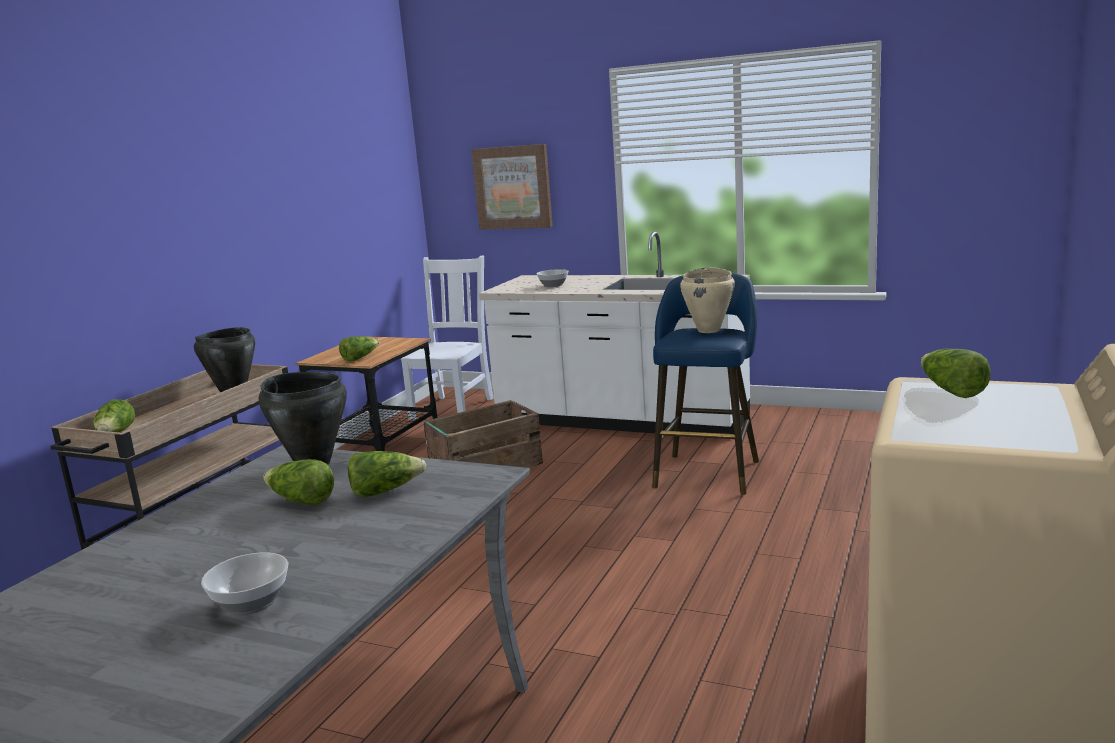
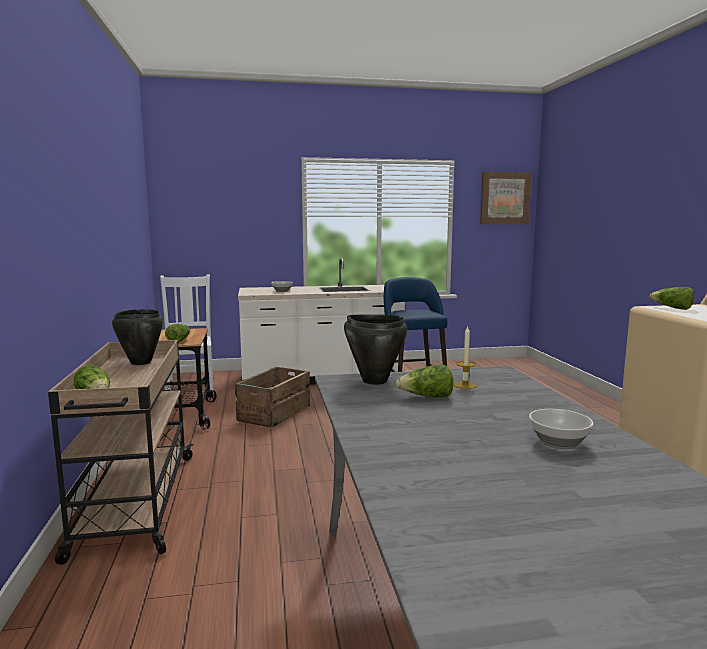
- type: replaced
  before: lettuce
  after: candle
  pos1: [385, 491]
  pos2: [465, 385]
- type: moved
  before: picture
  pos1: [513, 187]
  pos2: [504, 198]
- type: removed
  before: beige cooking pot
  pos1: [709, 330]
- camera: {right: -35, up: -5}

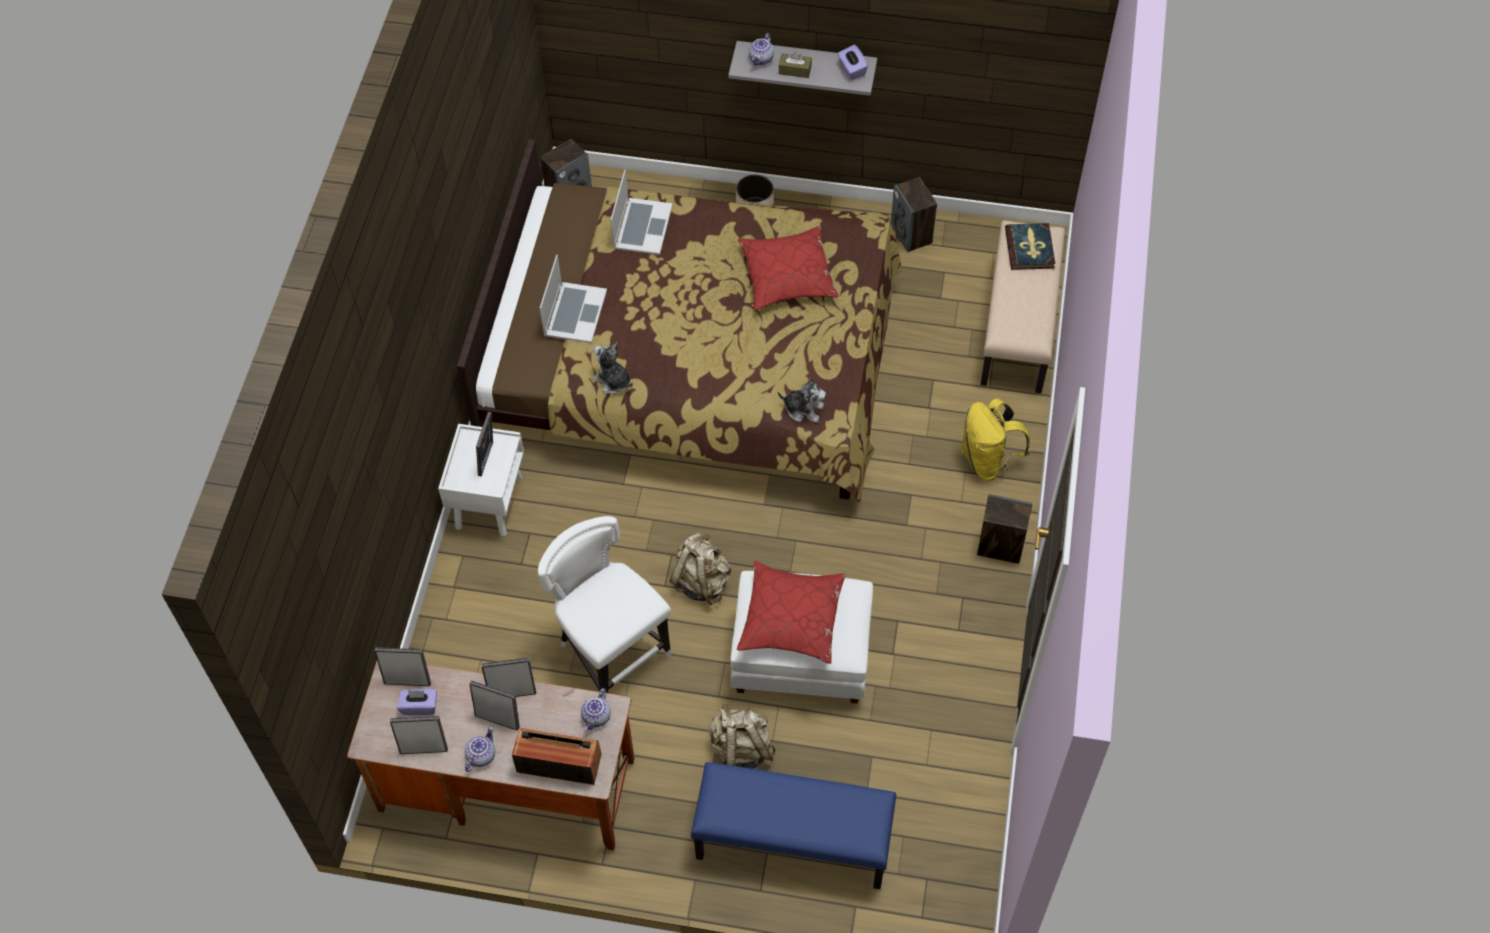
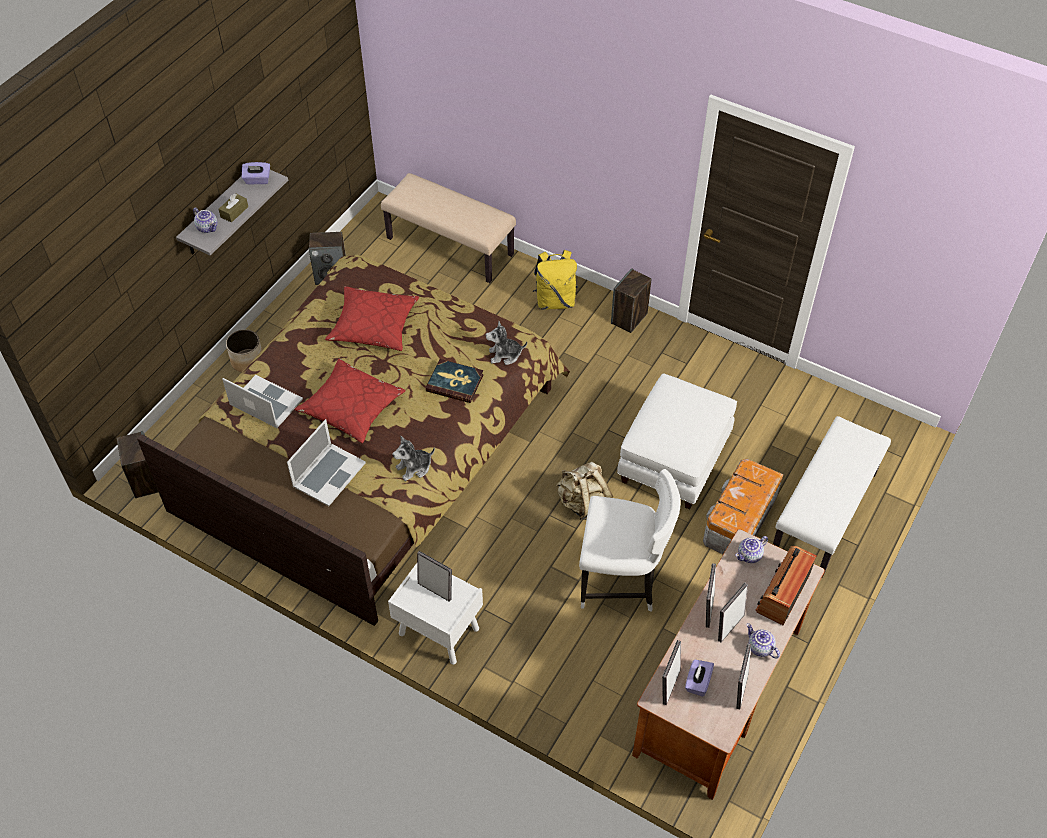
- type: turned
  before: white chair
  pos1: [611, 651]
  pos2: [621, 582]
  turn: -150
- type: turned
  before: laptop
  pos1: [574, 312]
  pos2: [328, 474]
  turn: 90
- type: turned
  before: teapot
  pos1: [597, 717]
  pos2: [749, 556]
  turn: 105
- type: recoloured
  before: blue bench
  after: white bench
  pos1: [792, 842]
  pos2: [824, 514]
- type: replaced
  before: beige backpack
  after: storage box
  pos1: [740, 749]
  pos2: [738, 522]
- type: moved
  before: red pillow
  pos1: [791, 618]
  pos2: [351, 407]
- type: turned
  before: plush toy
  pos1: [803, 409]
  pos2: [505, 355]
  turn: -135
- type: moved
  before: book
  pos1: [1030, 248]
  pos2: [455, 382]
- camera: {right: -70, up: -5}

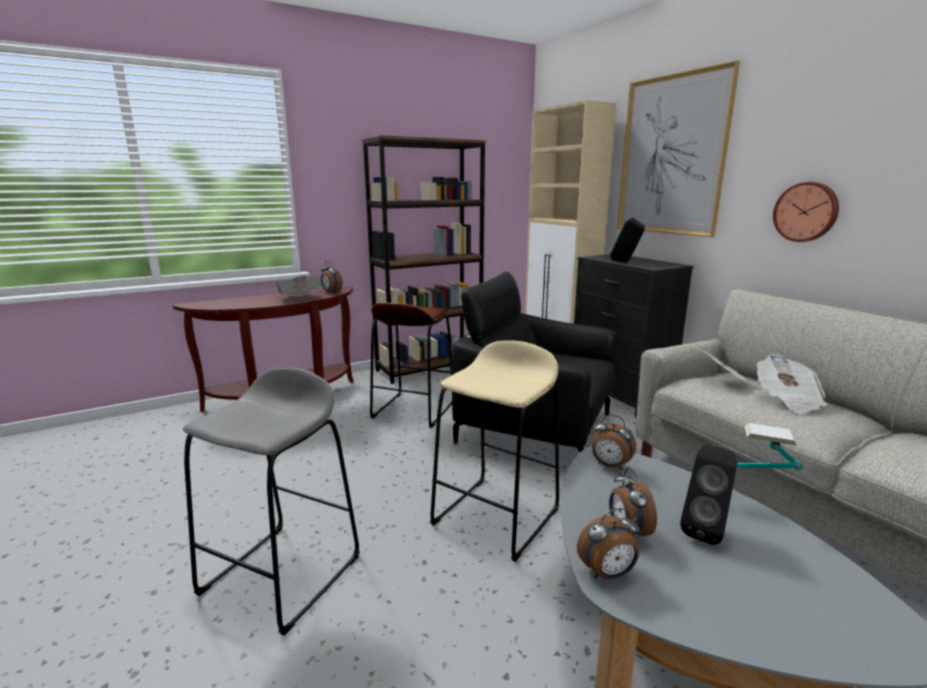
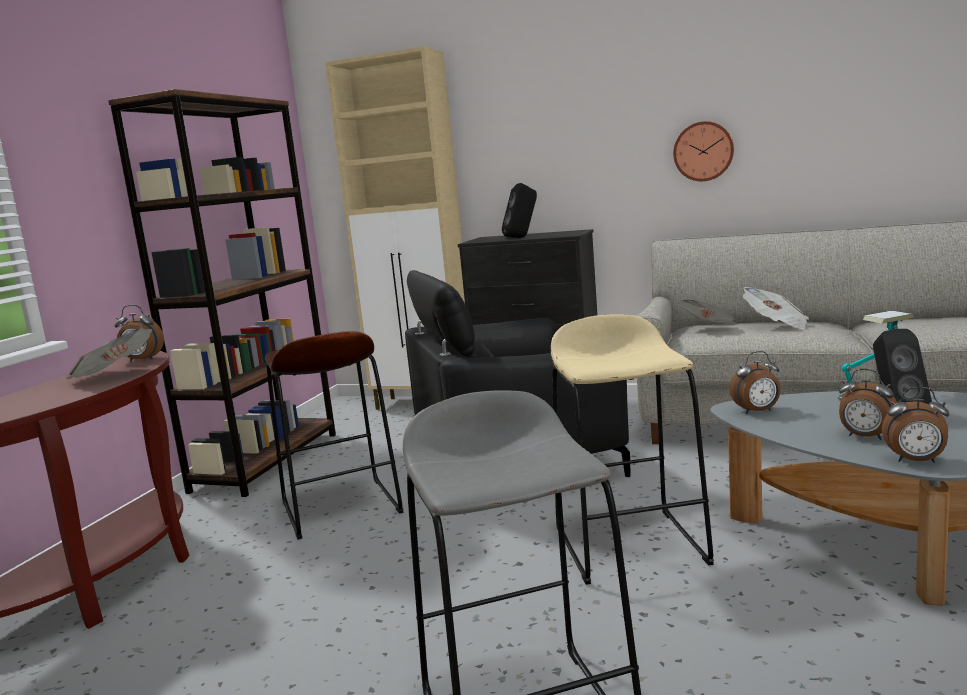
- type: turned
  before: alarm clock
  pos1: [607, 574]
  pos2: [915, 461]
  turn: 75
- type: removed
  before: picture
  pos1: [671, 156]
- camera: {right: -40, up: -5}

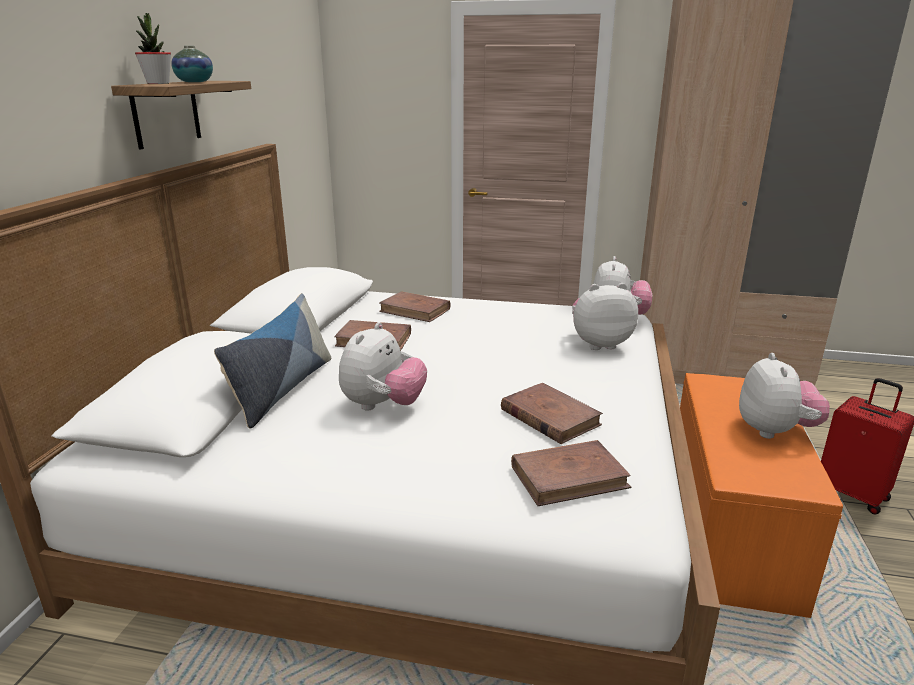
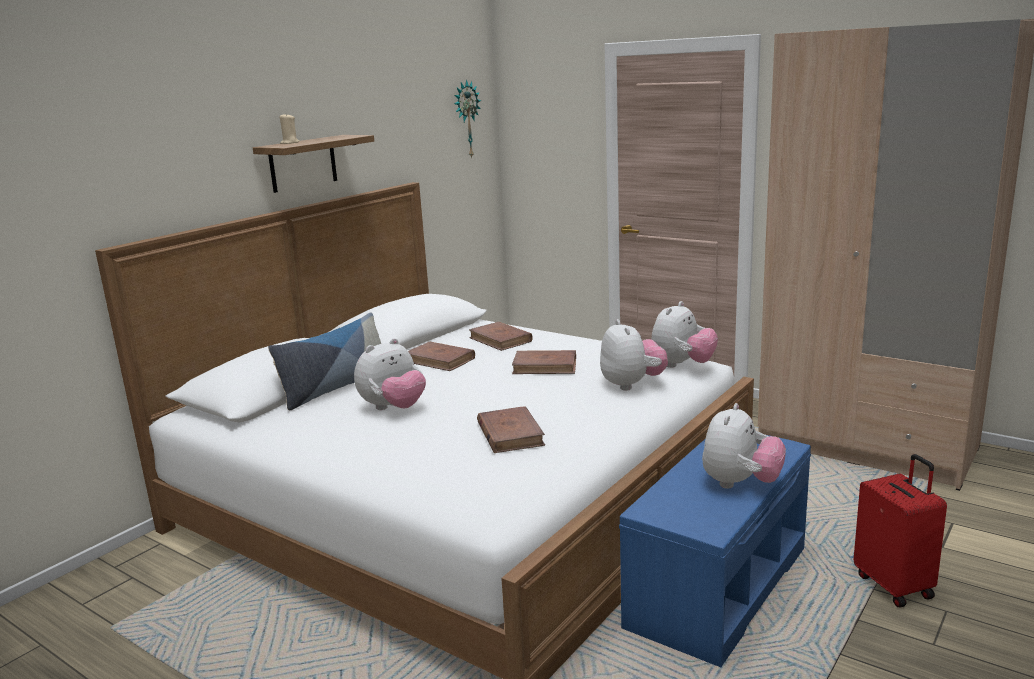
- type: replaced
  before: potted plant
  after: beige candle
  pos1: [158, 83]
  pos2: [289, 143]
- type: removed
  before: vase
  pos1: [194, 82]
- type: moved
  before: brown book
  pos1: [569, 477]
  pos2: [545, 366]
- type: turned
  before: plush toy
  pos1: [599, 344]
  pos2: [632, 384]
  turn: 60
- type: recoloured
  before: orange bench
  after: blue bench
  pos1: [727, 528]
  pos2: [717, 585]
- type: added
  after: wall clock
  pos2: [466, 119]
- camera: {right: 25, up: -5}

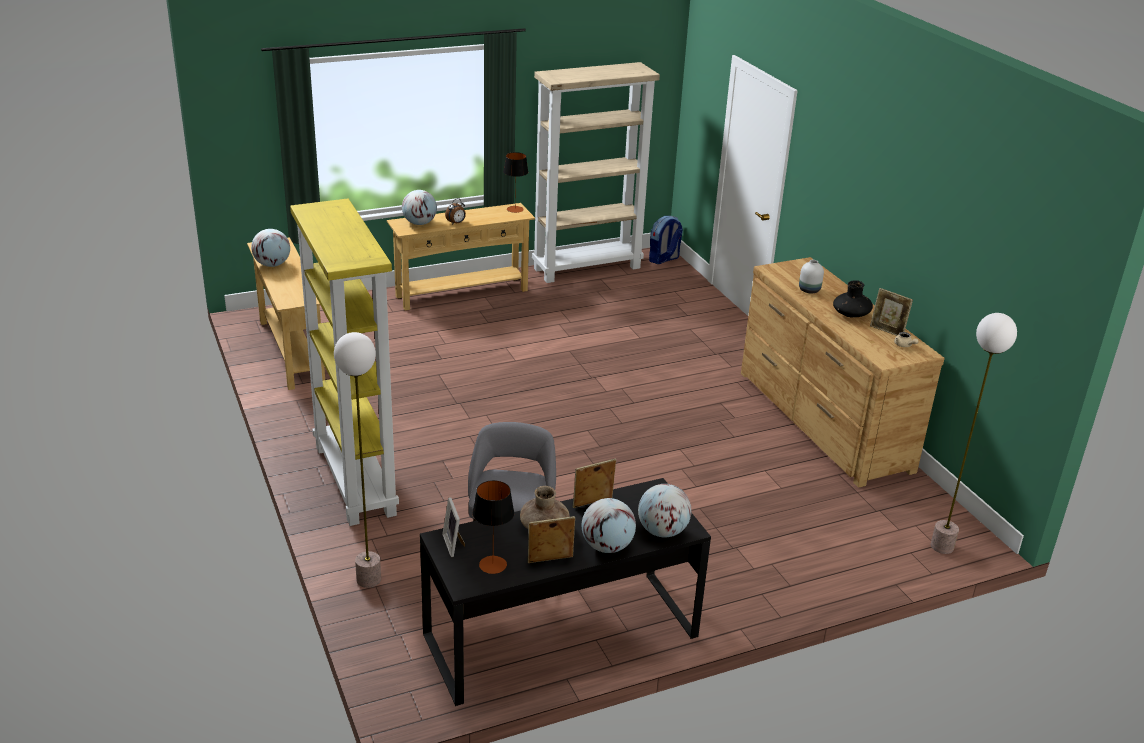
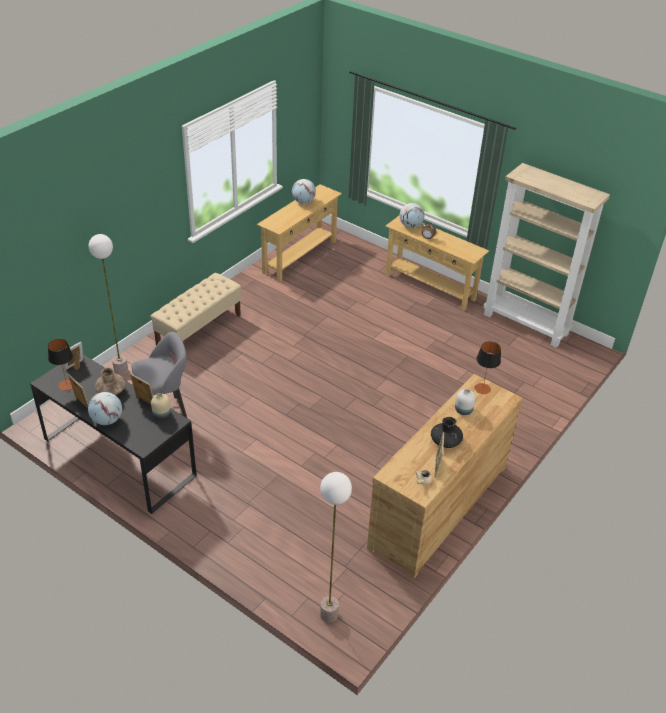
- type: replaced
  before: yellow bookcase
  after: beige bench
  pos1: [353, 480]
  pos2: [199, 330]
- type: moved
  before: table lamp
  pos1: [515, 209]
  pos2: [482, 388]
- type: removed
  before: globe
  pos1: [662, 531]
- type: removed
  before: backpack
  pos1: [663, 259]
- type: added
  after: beige vase
  pos2: [162, 414]
- camera: {right: 60, up: 10}

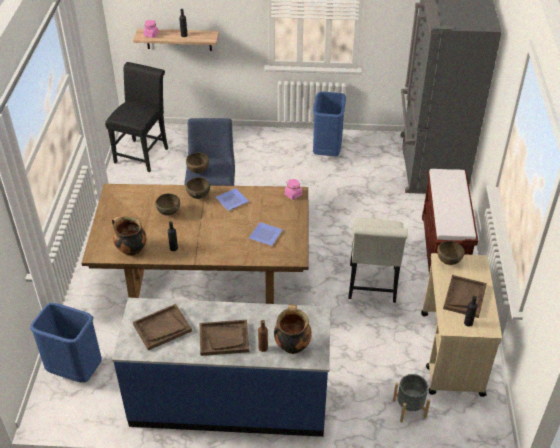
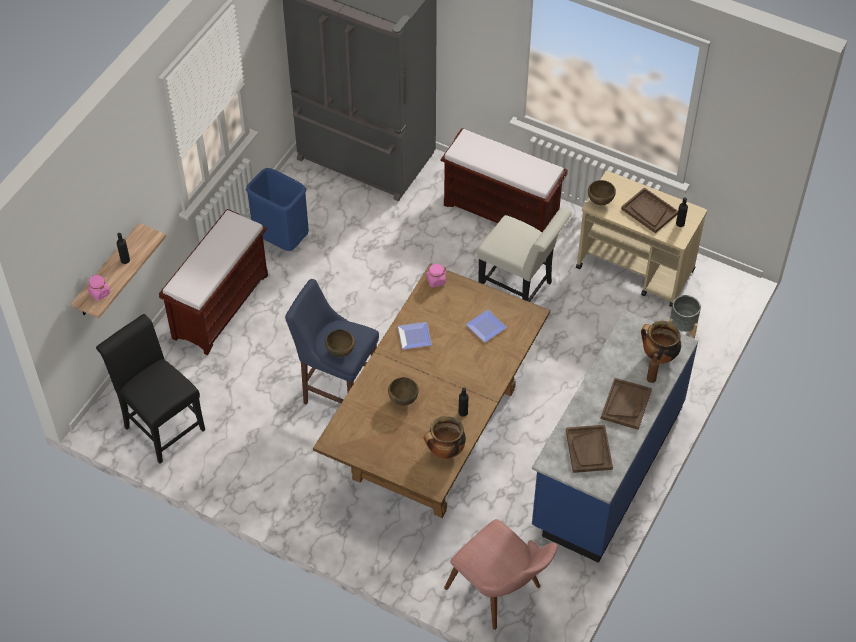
- type: replaced
  before: blue trash can
  after: pink chair
  pos1: [75, 371]
  pos2: [502, 593]
- type: removed
  before: brown bowl
  pos1: [199, 196]
- type: added
  after: brown bench
  pos2: [220, 305]
- camera: {right: -65, up: 10}

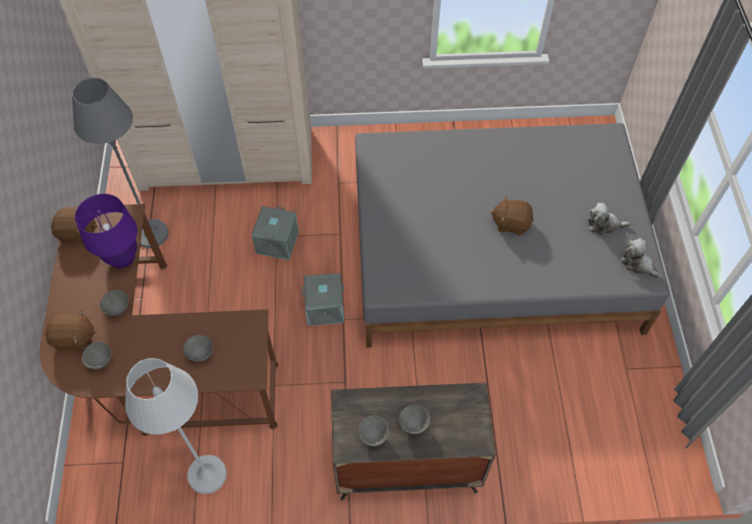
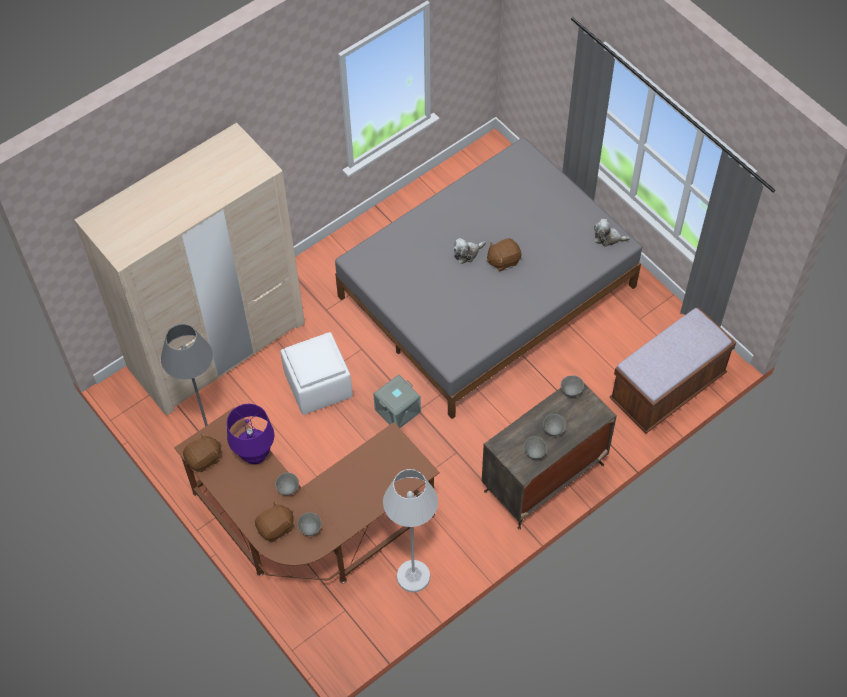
- type: moved
  before: grey bowl
  pos1: [201, 354]
  pos2: [571, 391]
- type: replaced
  before: grey storage box
  after: white ottoman
  pos1: [276, 242]
  pos2: [317, 385]
- type: moved
  before: plush toy
  pos1: [604, 225]
  pos2: [467, 253]
- type: added
  after: brown bench
  pos2: [667, 388]
- camera: {right: -35, up: 0}

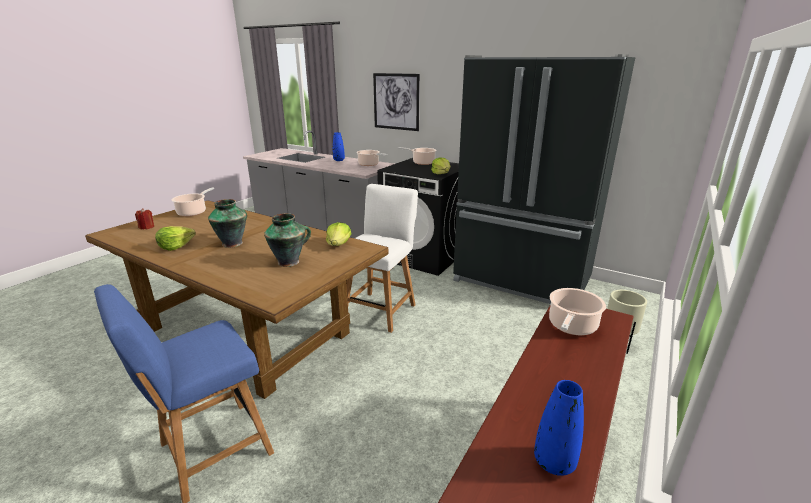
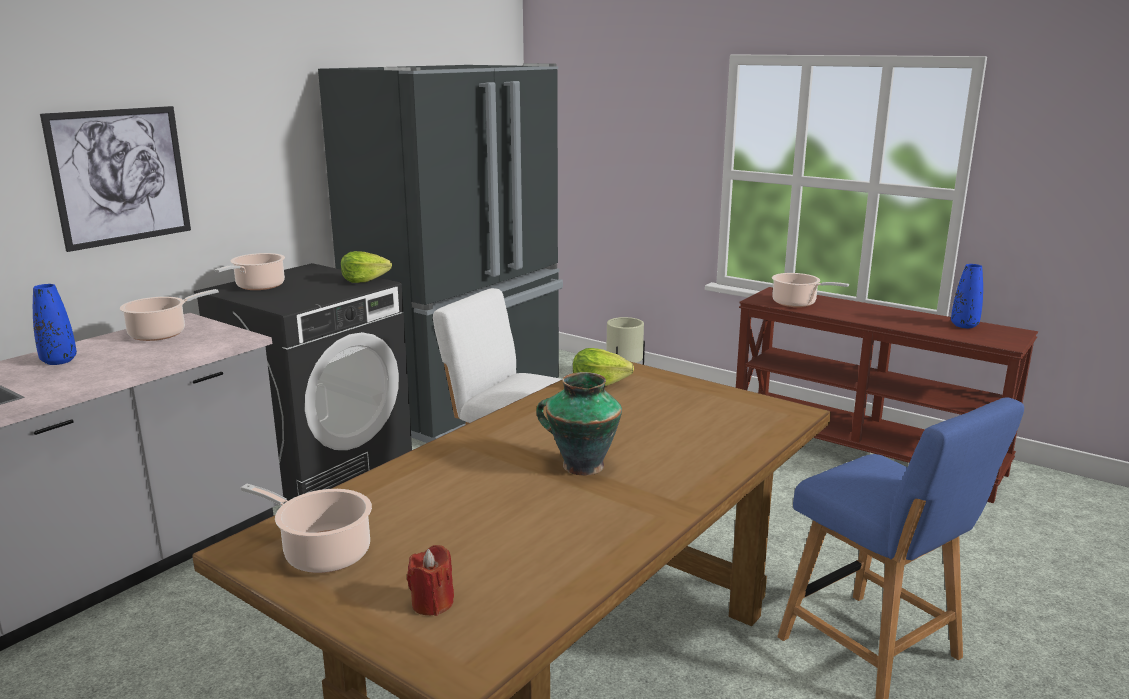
- type: removed
  before: lettuce
  pos1: [176, 246]
- type: removed
  before: vase
  pos1: [290, 262]
- camera: {right: -85, up: -5}

